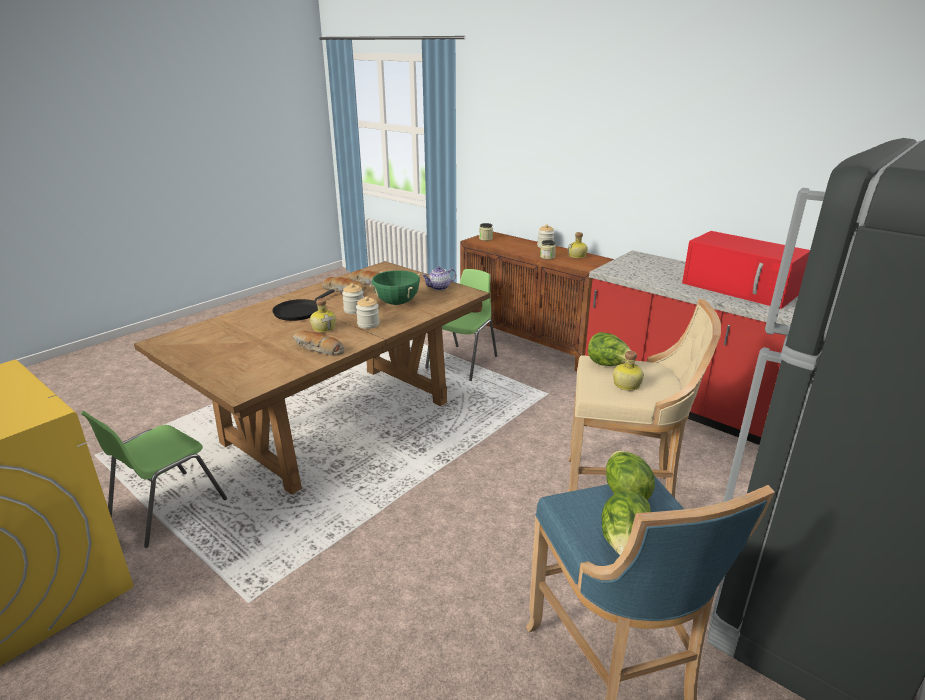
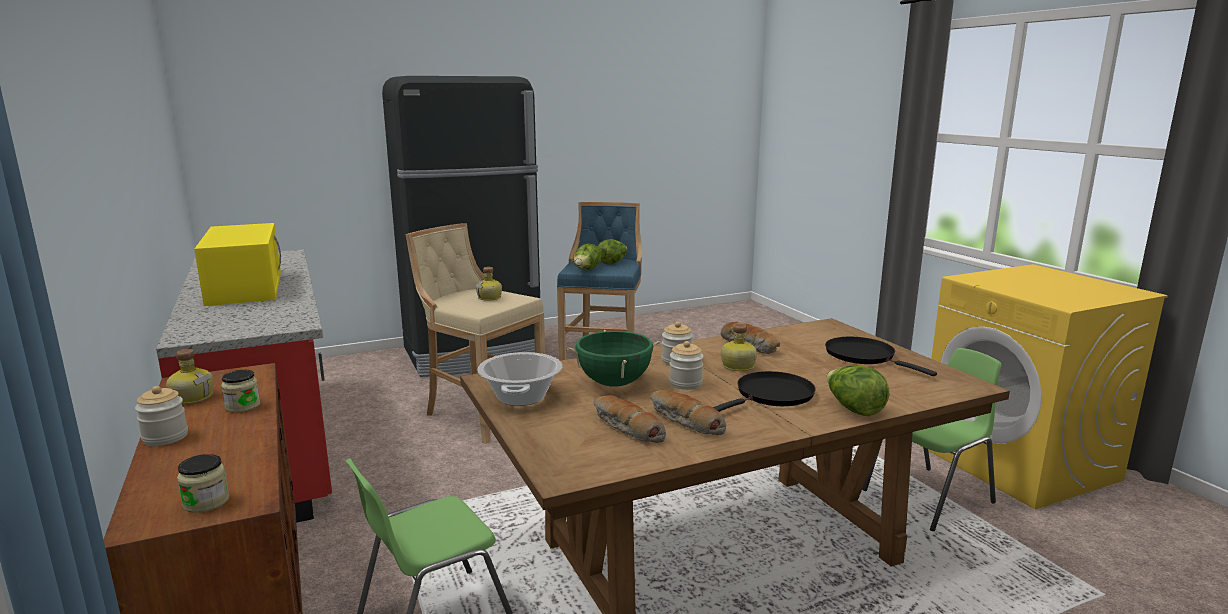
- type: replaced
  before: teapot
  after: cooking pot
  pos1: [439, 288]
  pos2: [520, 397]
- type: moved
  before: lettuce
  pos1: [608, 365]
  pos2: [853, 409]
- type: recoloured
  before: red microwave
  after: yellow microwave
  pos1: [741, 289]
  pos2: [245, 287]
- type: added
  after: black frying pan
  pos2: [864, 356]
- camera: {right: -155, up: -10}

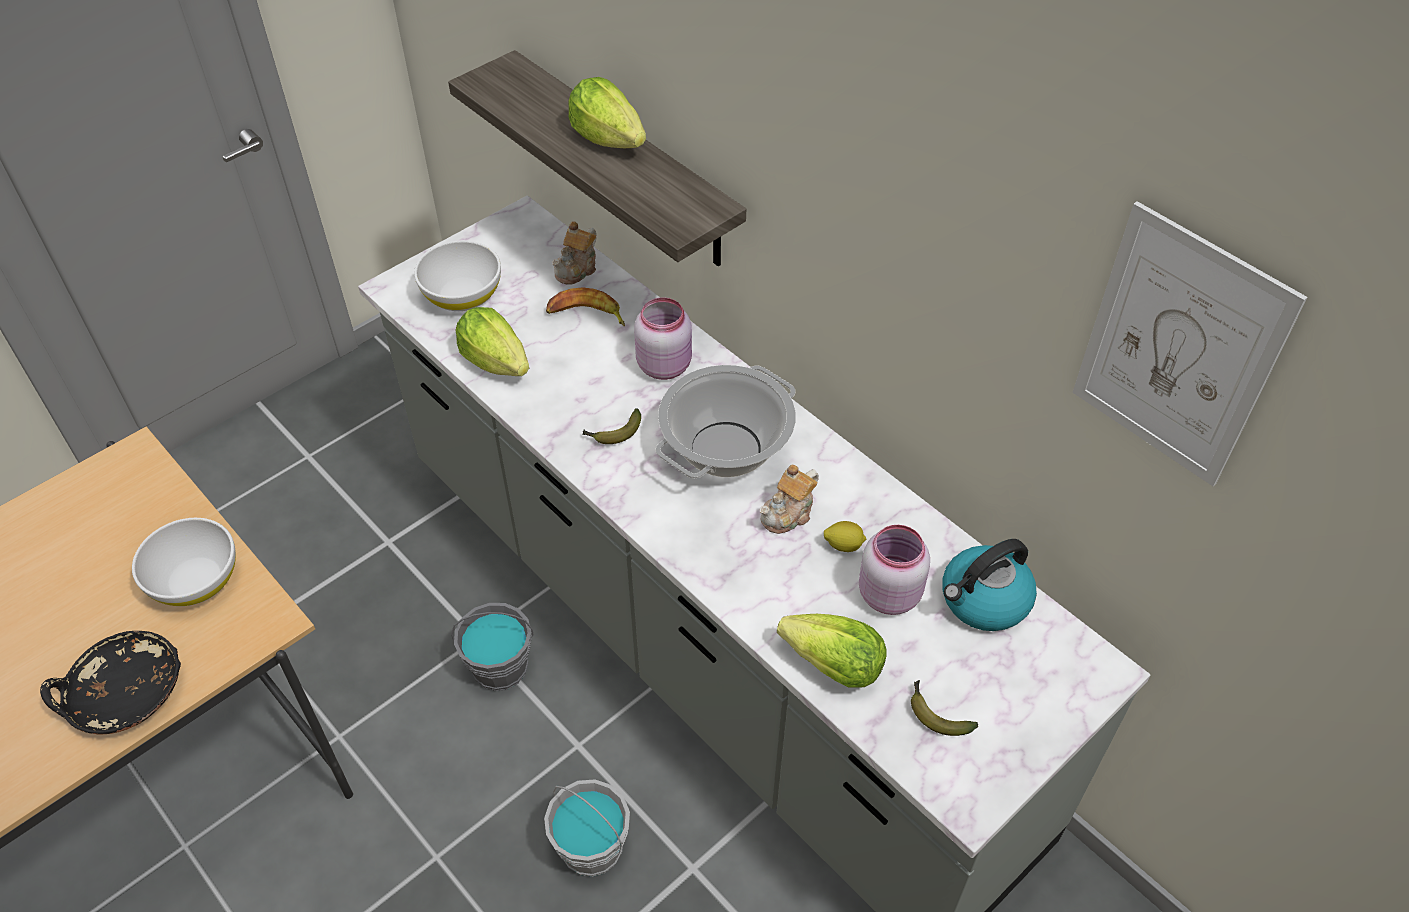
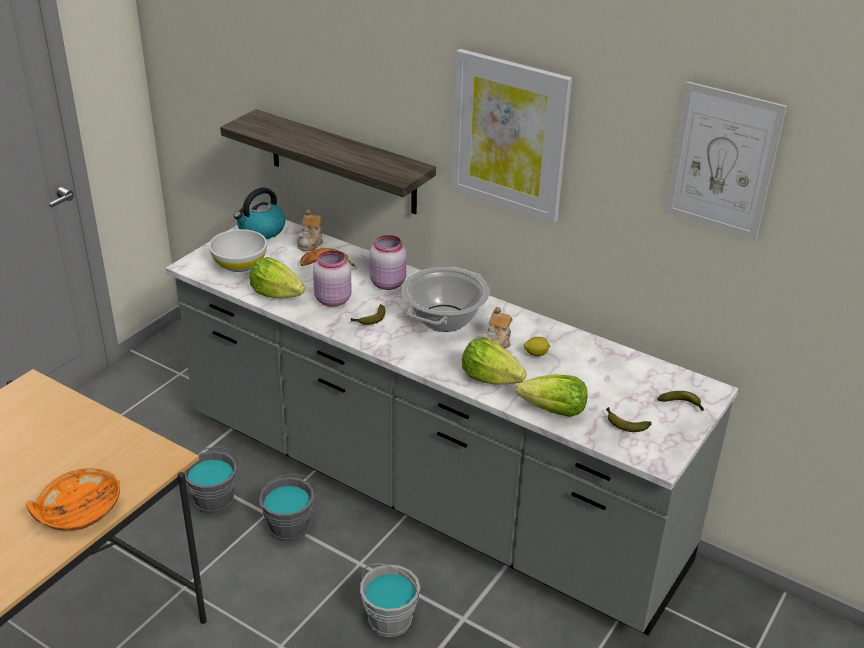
- type: recoloured
  before: black bowl
  after: orange bowl
  pos1: [124, 694]
  pos2: [78, 511]
- type: removed
  before: white bowl
  pos1: [196, 580]
- type: moved
  before: lettuce
  pos1: [608, 138]
  pos2: [490, 378]
- type: moved
  before: pink jar
  pos1: [888, 593]
  pos2: [332, 299]
- type: moved
  before: kettle
  pos1: [983, 601]
  pos2: [261, 230]
- type: added
  after: grey bucket
  pos2: [214, 500]
- type: added
  after: picture
  pos2: [509, 135]
- type: added
  after: banana
  pos2: [682, 405]
- camera: {right: -15, up: -15}

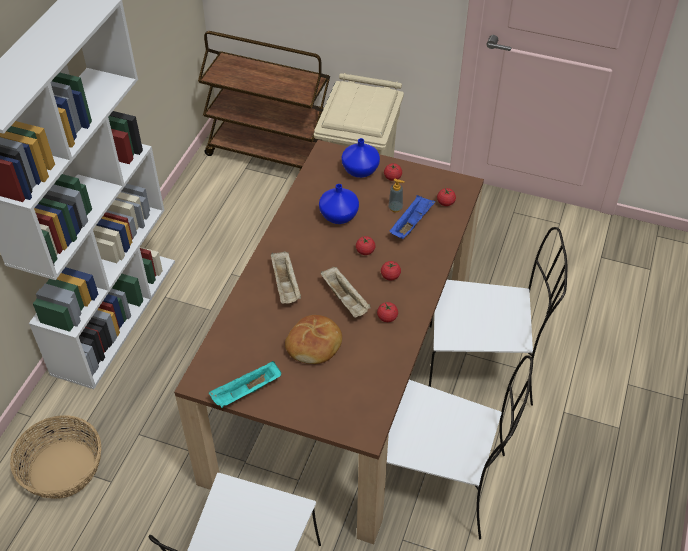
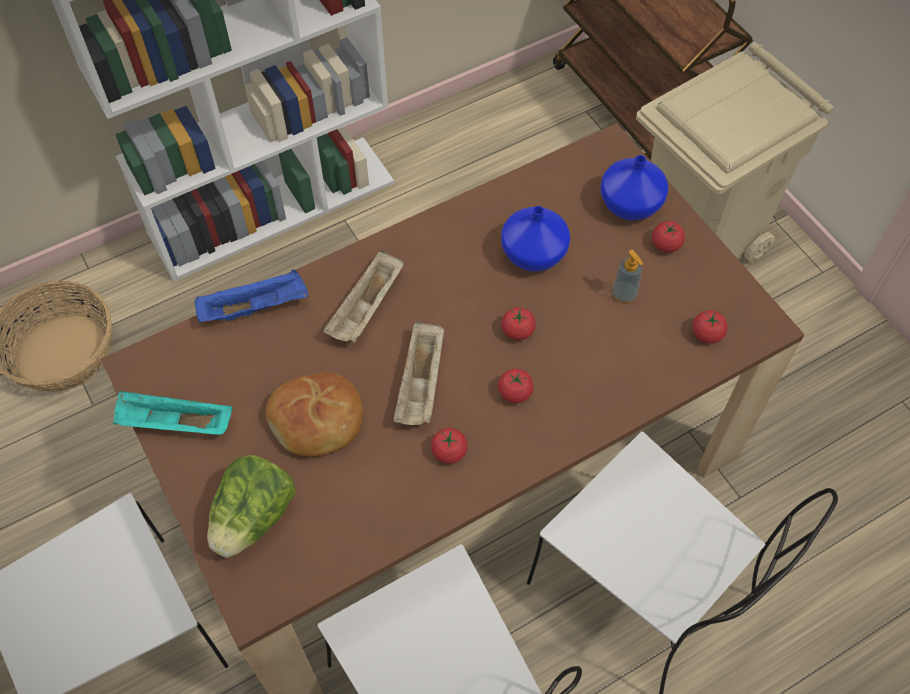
- type: moved
  before: blue tray
  pos1: [411, 224]
  pos2: [256, 307]
- type: added
  after: lettuce
  pos2: [254, 518]
- camera: {right: 40, up: 10}

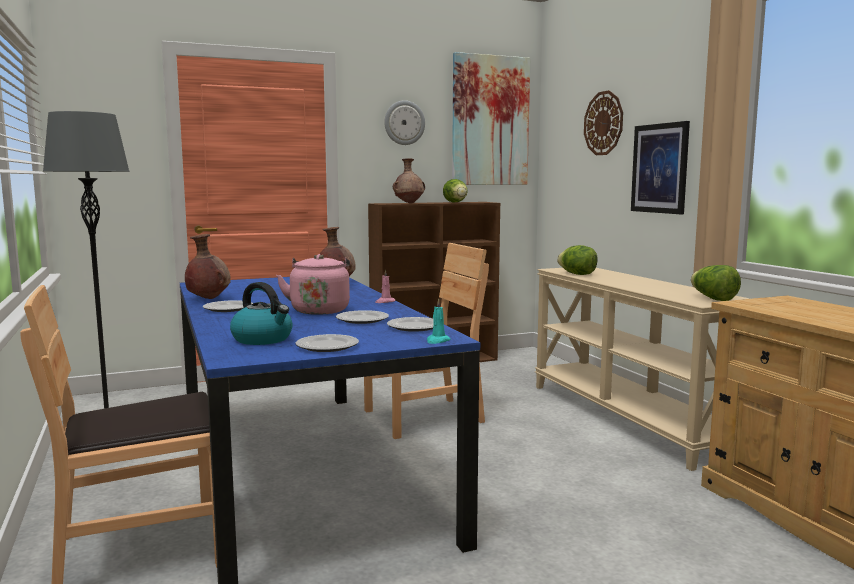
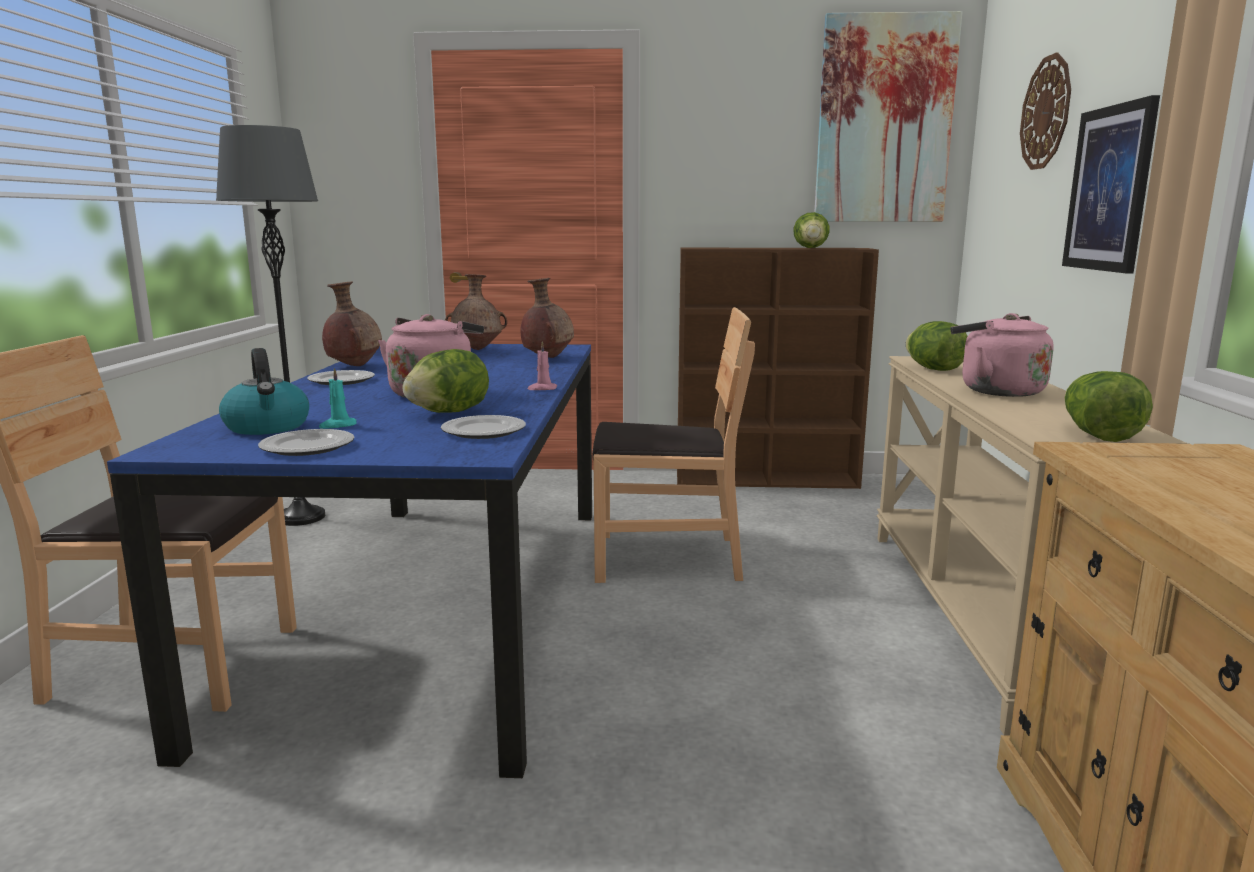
- type: replaced
  before: plate
  after: lettuce
  pos1: [363, 320]
  pos2: [448, 412]
- type: removed
  before: wall clock
  pos1: [404, 123]
- type: moved
  before: brown vase
  pos1: [409, 203]
  pos2: [478, 349]
- type: moved
  before: turquoise candle
  pos1: [437, 341]
  pos2: [337, 425]
- type: added
  after: pink kettle
  pos2: [996, 391]
- camera: {right: 25, up: 5}

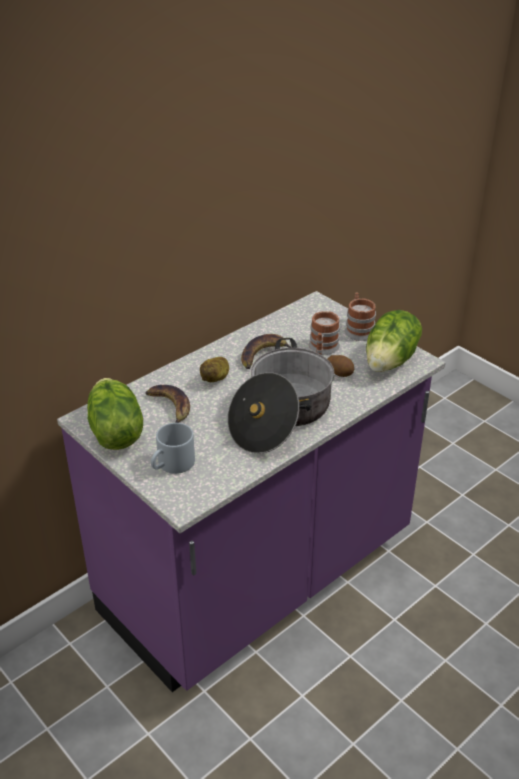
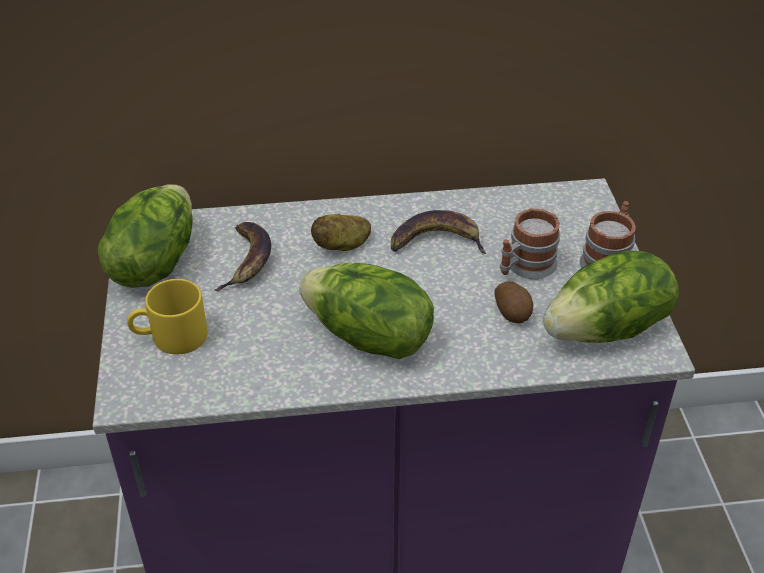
- type: recoloured
  before: grey mug
  after: yellow mug
  pos1: [172, 465]
  pos2: [170, 338]
- type: replaced
  before: cooking pot
  after: lettuce
  pos1: [281, 416]
  pos2: [368, 338]
- camera: {right: 35, up: 5}

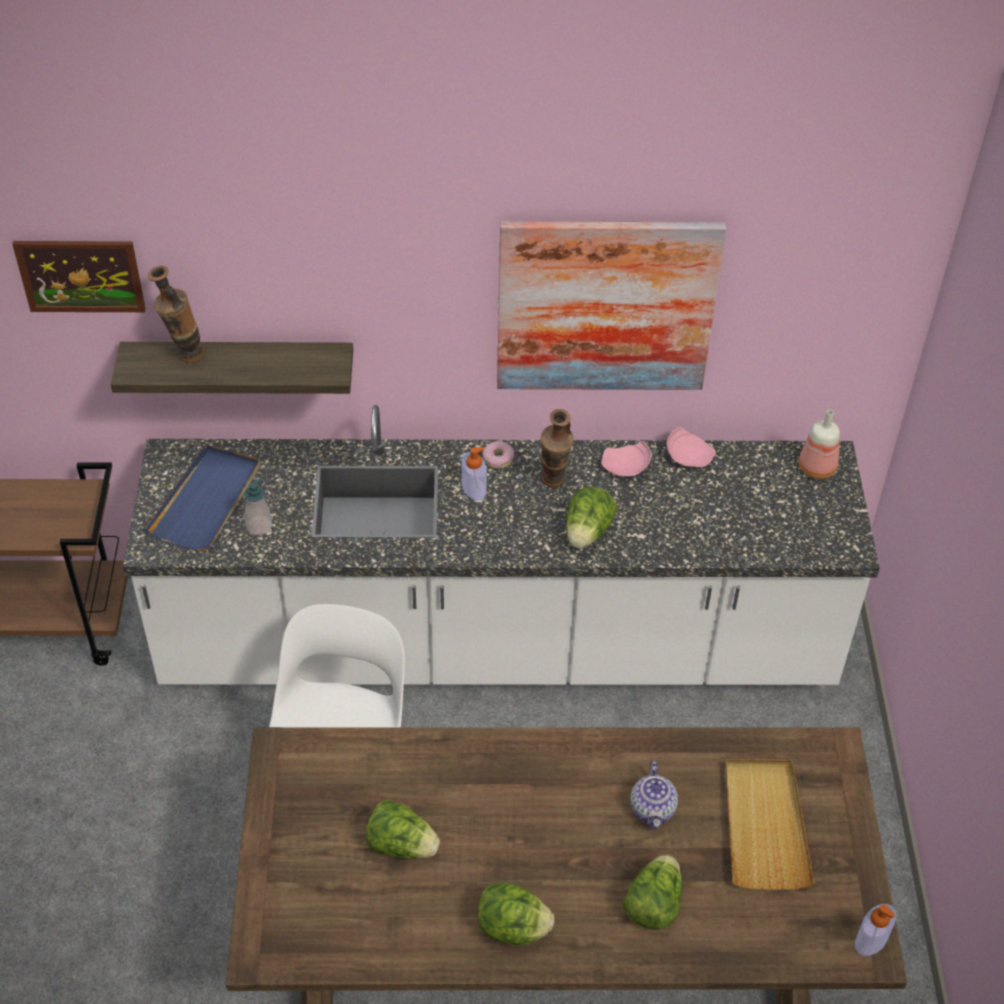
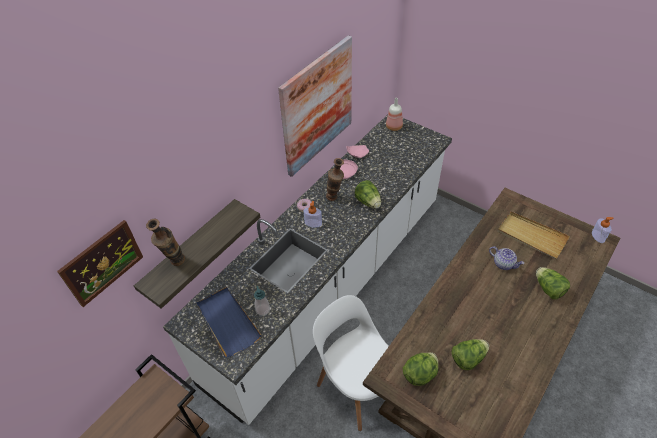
- type: moved
  before: lettuce
  pos1: [513, 928]
  pos2: [420, 374]
- camera: {right: -50, up: 0}

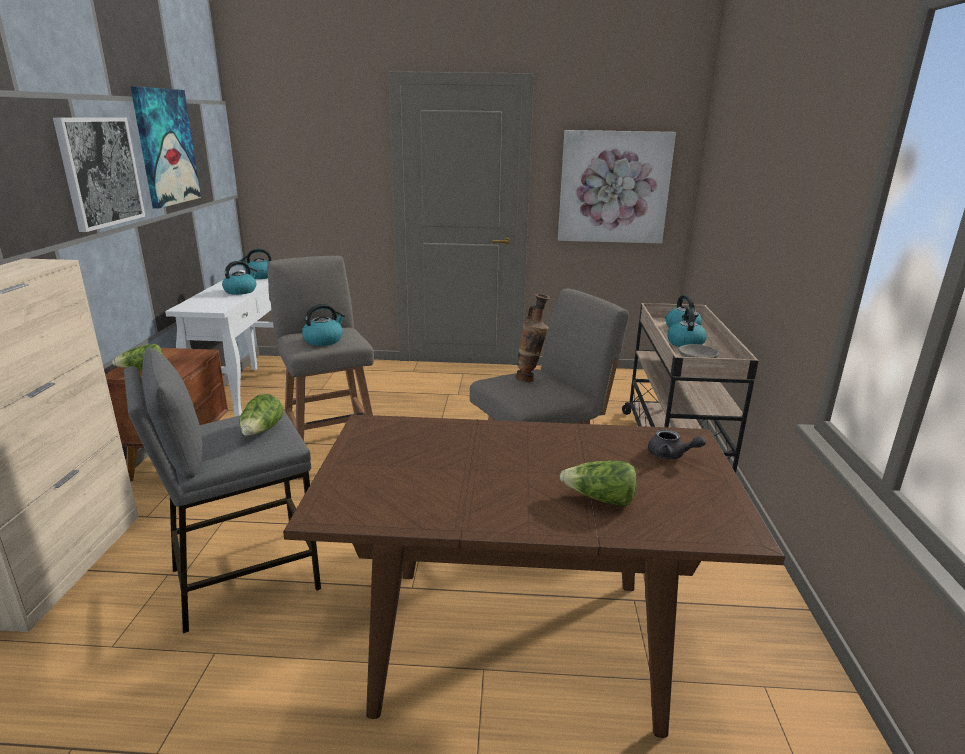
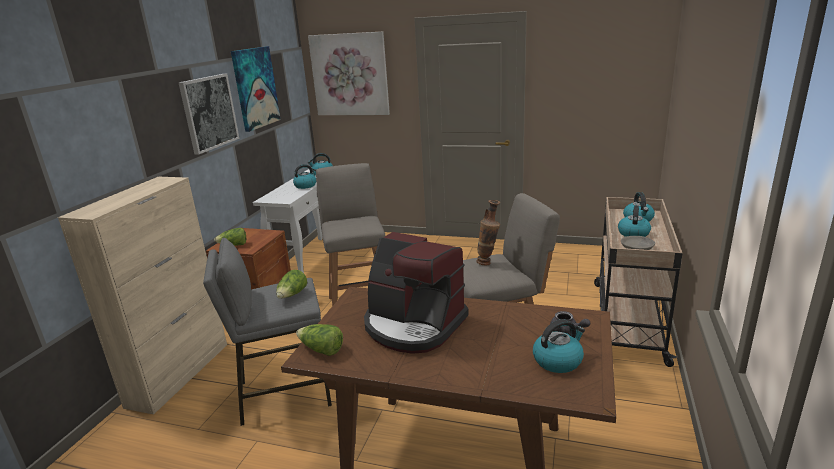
- type: moved
  before: kettle
  pos1: [324, 340]
  pos2: [558, 360]
- type: moved
  before: picture
  pos1: [614, 187]
  pos2: [350, 75]
- type: moved
  before: lettuce
  pos1: [600, 499]
  pos2: [321, 350]
- type: added
  after: coffee machine
  pos2: [413, 325]
- camera: {right: 15, up: 0}

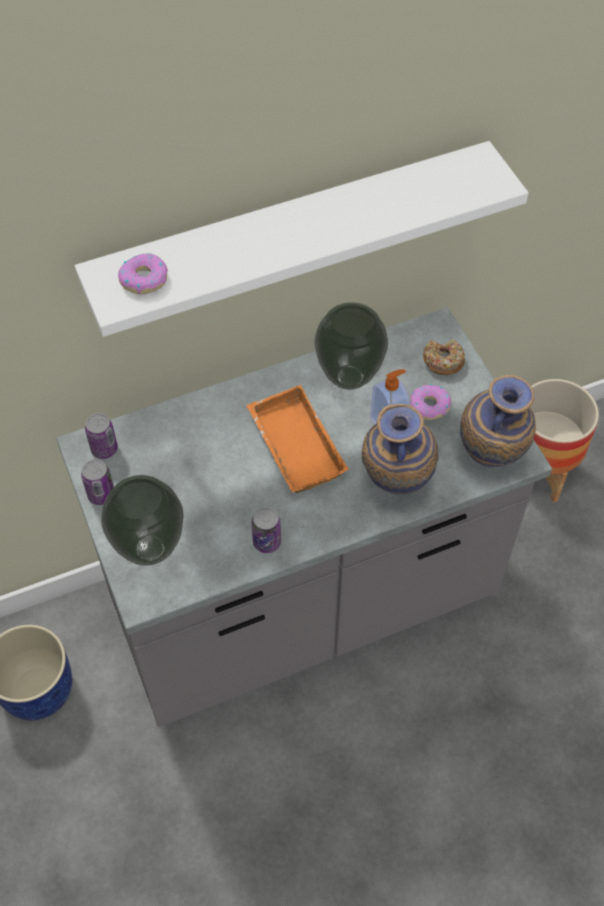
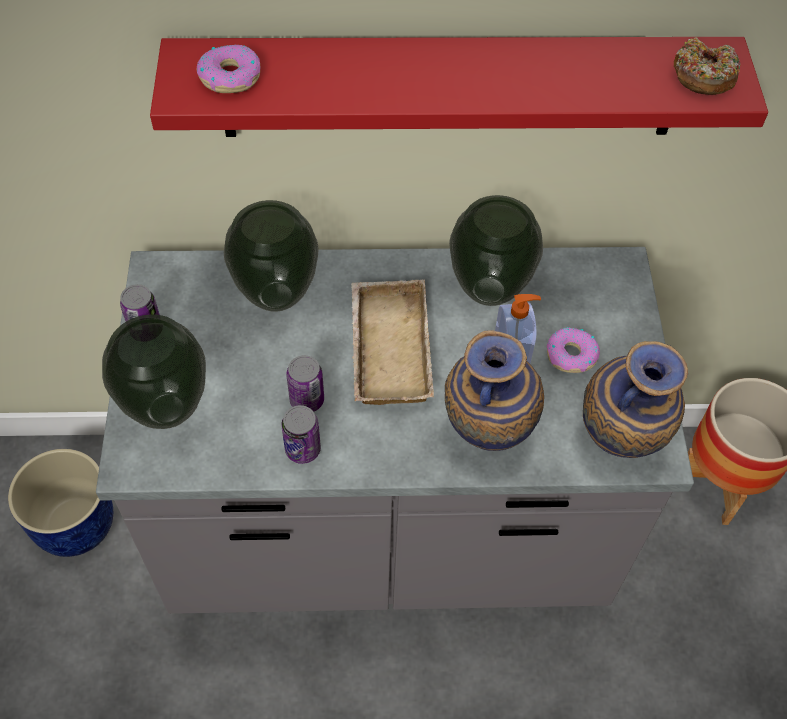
- type: recoloured
  before: white shelf
  after: red shelf
  pos1: [291, 235]
  pos2: [451, 87]
- type: moved
  before: can
  pos1: [104, 449]
  pos2: [307, 400]
- type: recoloured
  before: orange tray
  after: beige tray
  pos1: [292, 445]
  pos2: [386, 347]
- type: moved
  before: donut
  pos1: [443, 361]
  pos2: [703, 76]
- type: added
  after: vase
  pos2: [275, 296]
- camera: {right: 20, up: 0}

